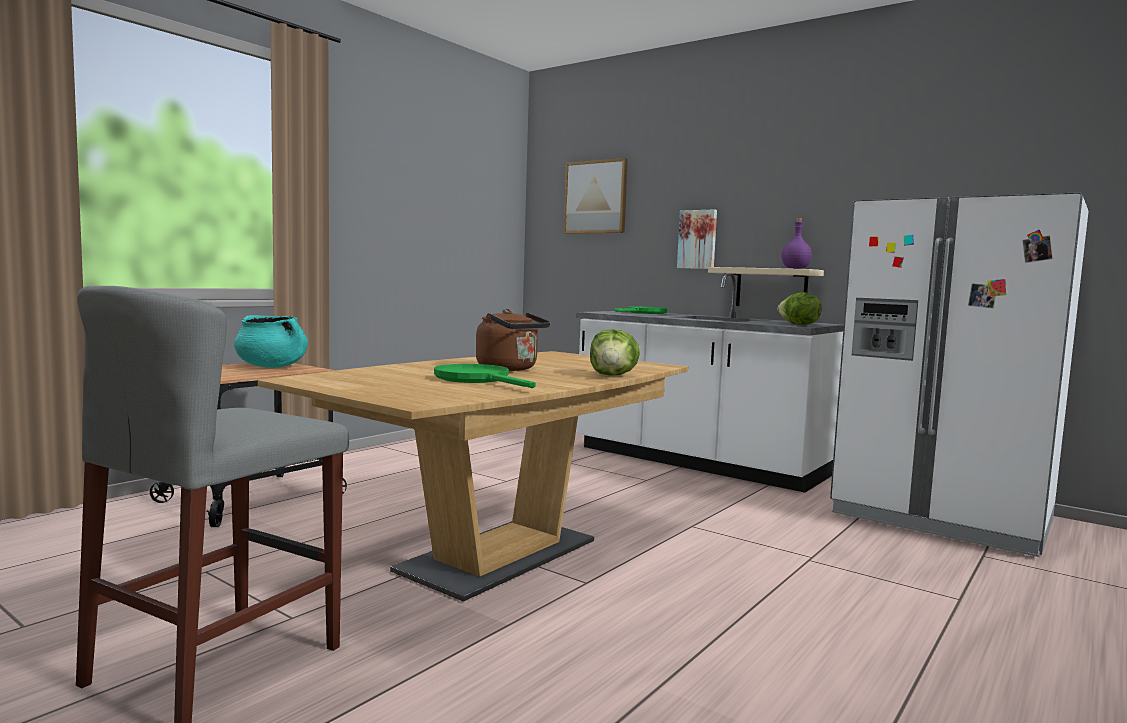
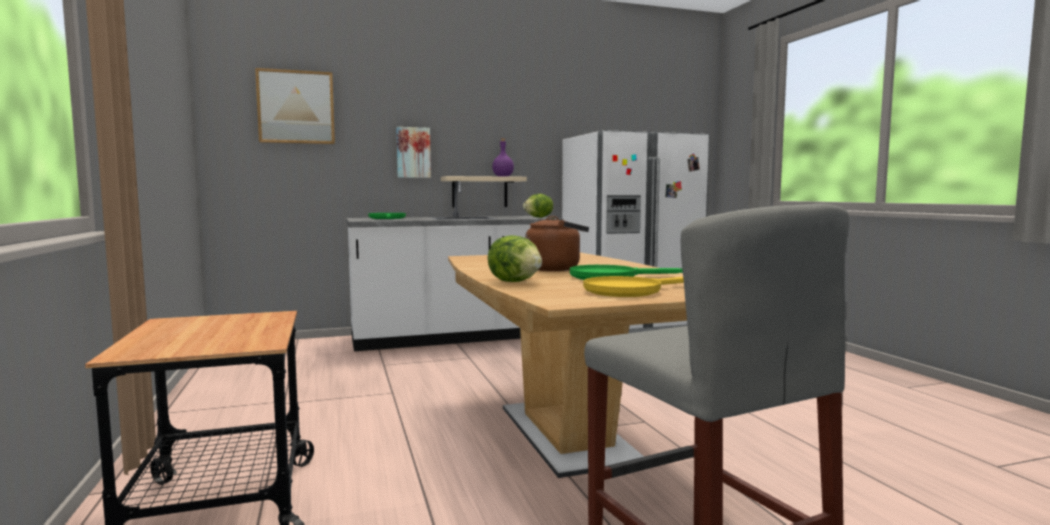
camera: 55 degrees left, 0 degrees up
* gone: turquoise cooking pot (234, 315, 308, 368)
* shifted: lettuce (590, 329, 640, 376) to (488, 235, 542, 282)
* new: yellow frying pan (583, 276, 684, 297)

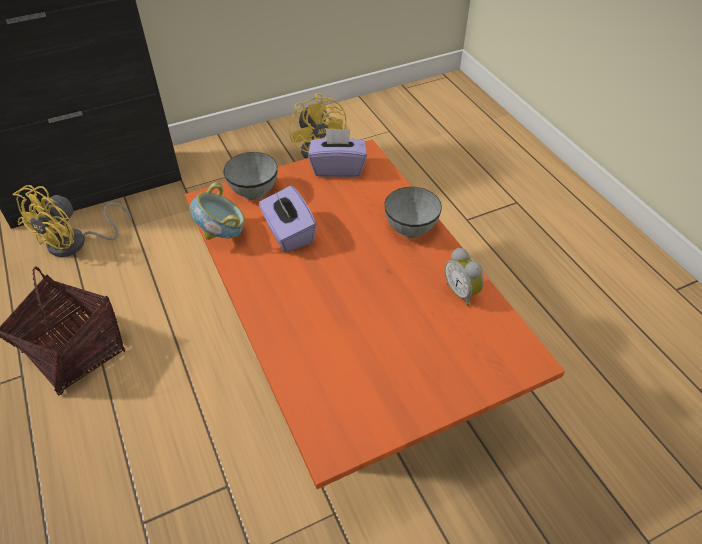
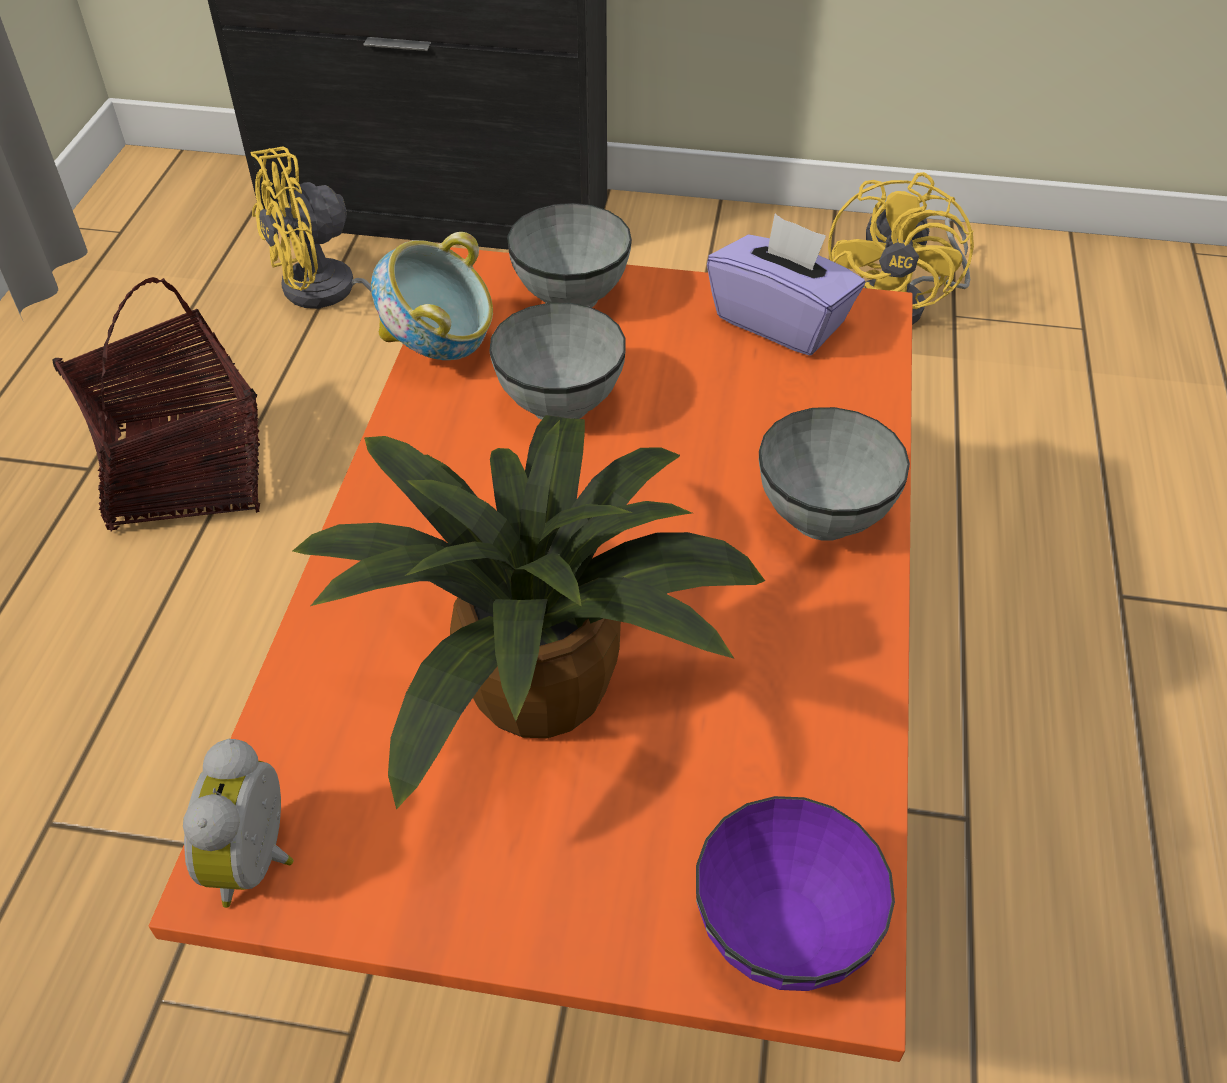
camera: 35 degrees right, 0 degrees up
* swapped: purple tissue box (259, 186, 317, 252) to grey bowl (489, 303, 625, 420)
* shifted: alarm clock (444, 248, 484, 306) to (183, 739, 294, 908)
* new: potted plant (293, 415, 765, 809)
* new: purple bowl (696, 796, 895, 991)

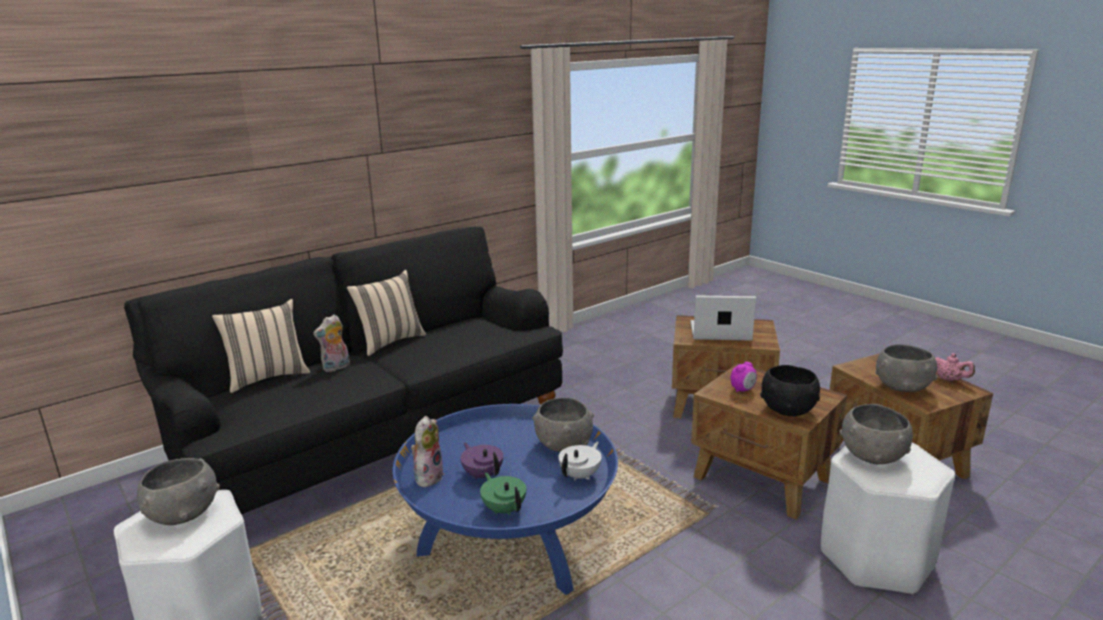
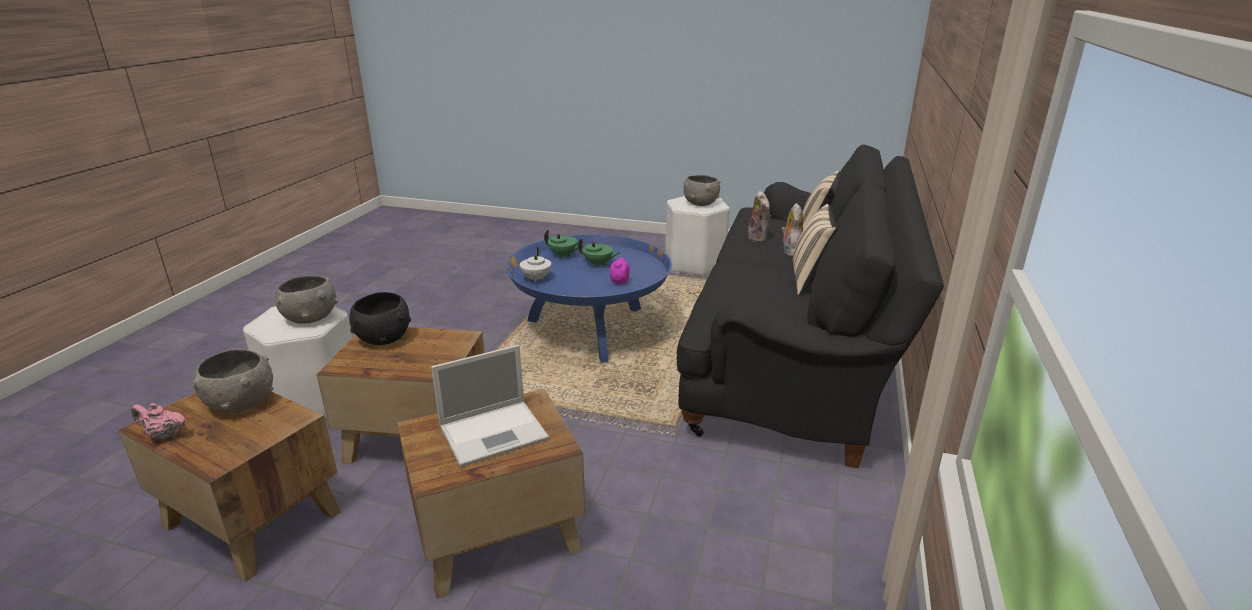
camera: 145 degrees right, 5 degrees up
* shifted: plush toy (411, 416, 444, 487) to (748, 191, 771, 242)
* repainted: purple teapot (460, 442, 503, 479) to green teapot (578, 238, 620, 267)
* gone: grey bowl (532, 398, 594, 452)
* shifted: alarm clock (731, 362, 757, 392) to (610, 258, 630, 286)

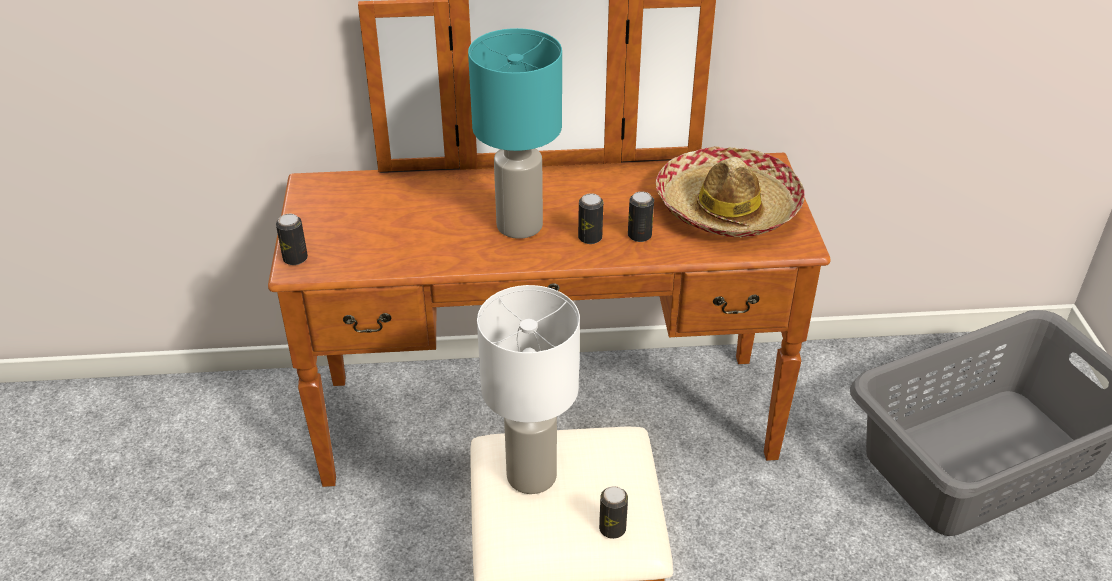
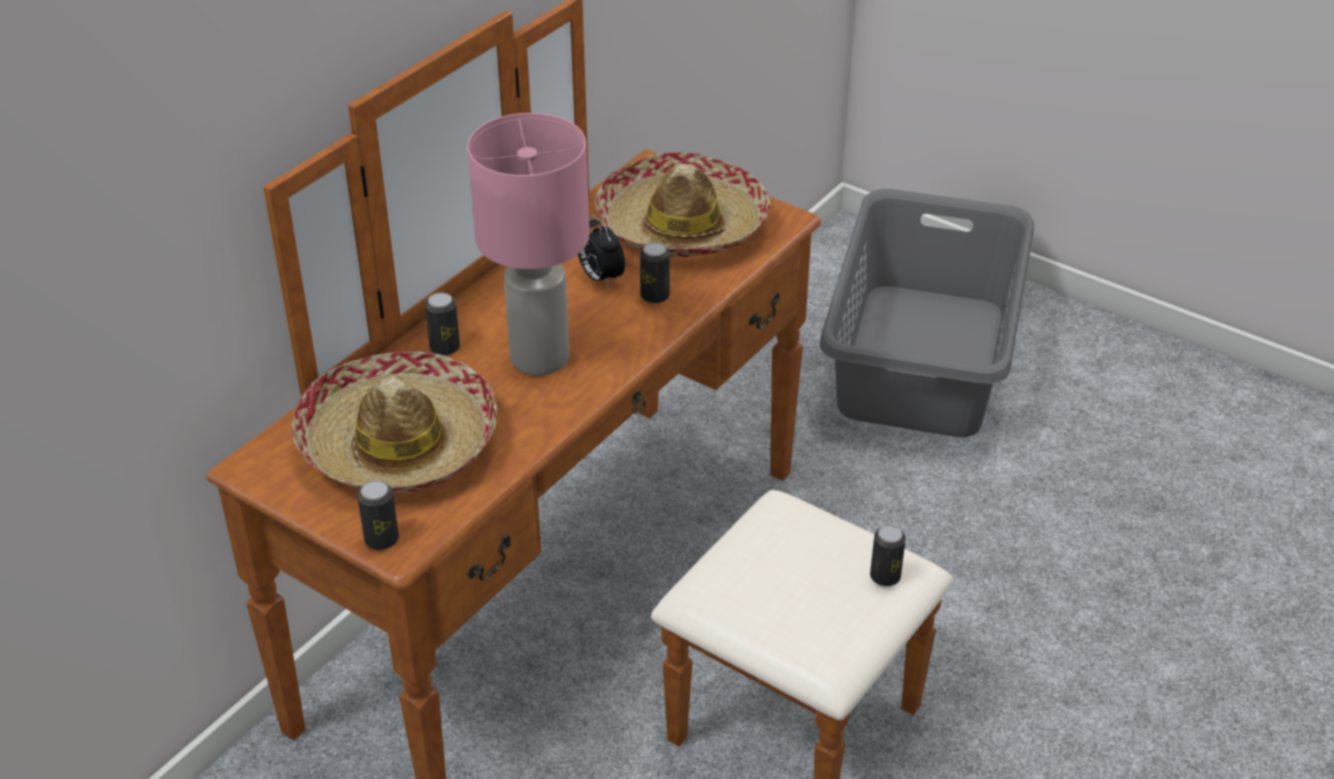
camera: 50 degrees left, 0 degrees up
* repainted: turquoise table lamp (468, 28, 562, 239) to pink table lamp (467, 113, 589, 376)
* gone: white table lamp (477, 285, 580, 494)
* shifted: can (578, 193, 603, 244) to (425, 292, 460, 356)
* new: hat (291, 351, 498, 493)
* new: alarm clock (578, 215, 625, 288)

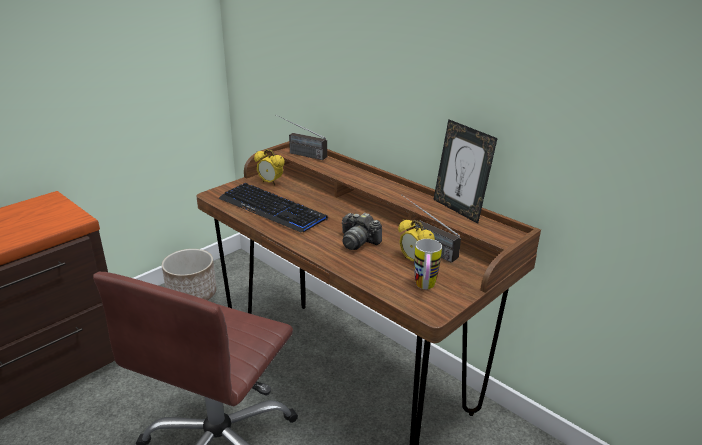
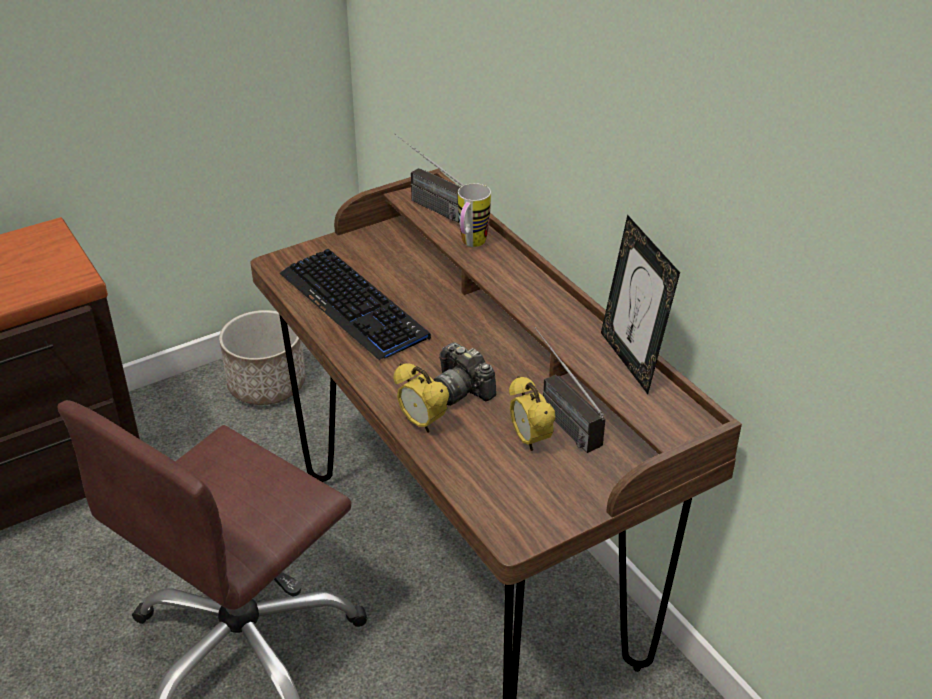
camera: 15 degrees right, 10 degrees up
* shifted: alarm clock (254, 149, 285, 186) to (394, 363, 449, 433)
* shifted: mug (414, 239, 442, 289) to (458, 183, 491, 247)

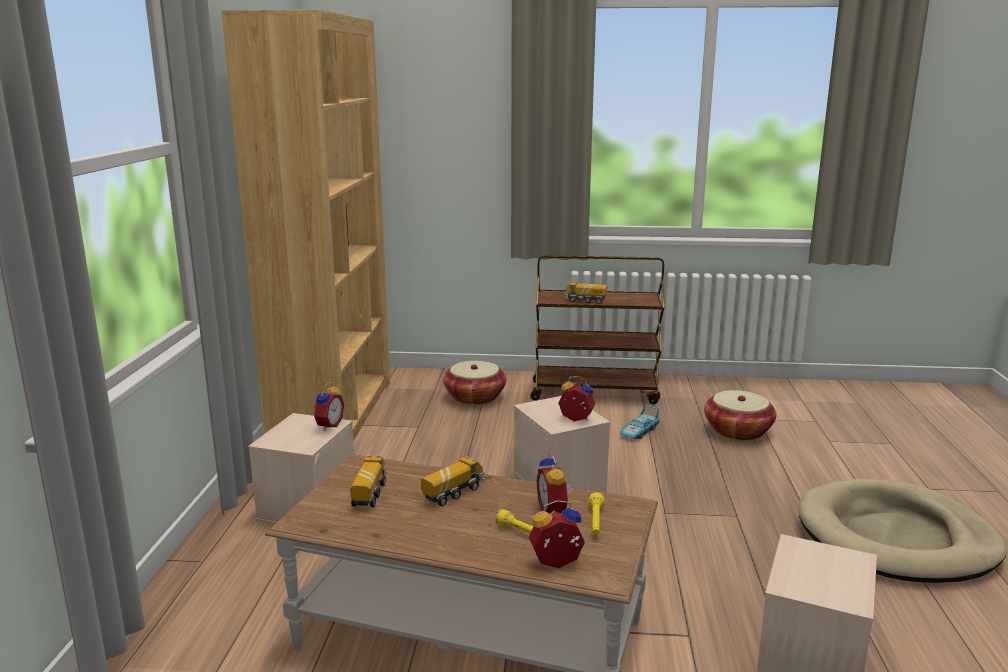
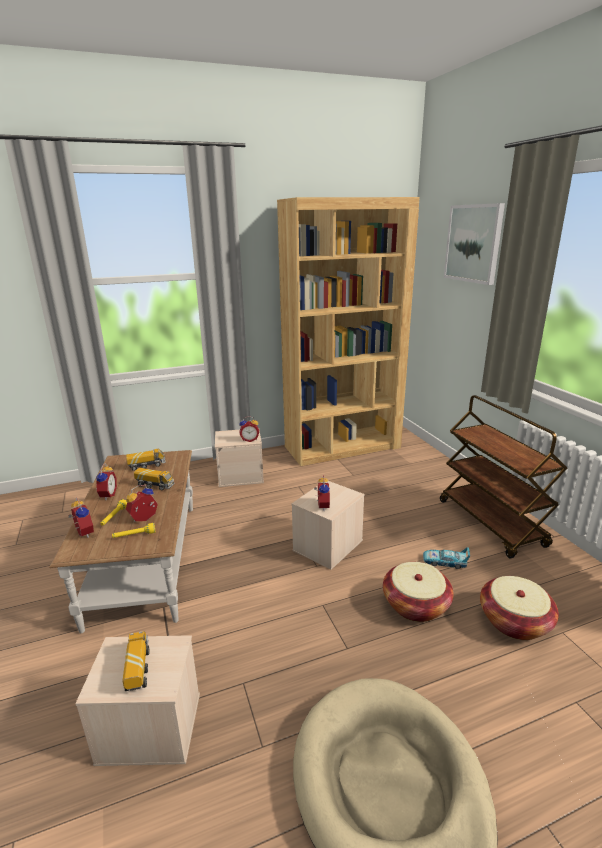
camera: 65 degrees right, 5 degrees up
* shifted: basket (443, 361, 506, 405) to (383, 562, 454, 622)
* shifted: toy truck (564, 282, 607, 304) to (122, 631, 149, 691)
* new: alarm clock (96, 463, 117, 500)
* new: picture (444, 203, 505, 285)

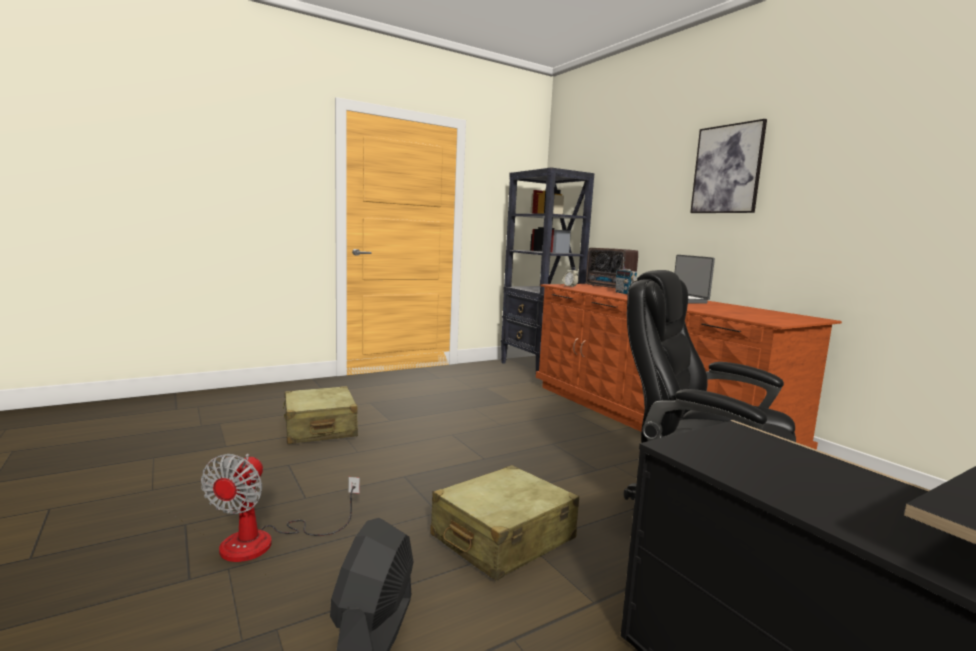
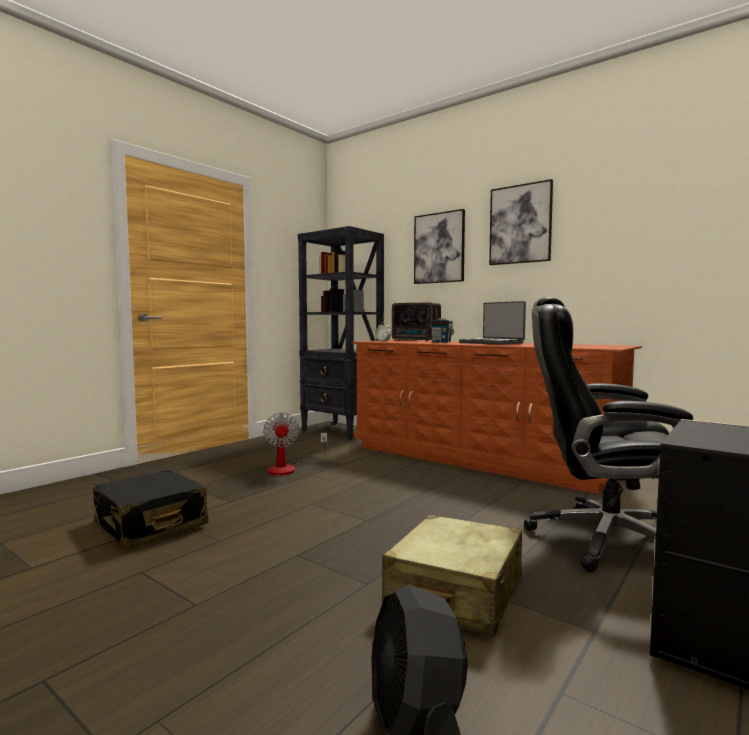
camera: 20 degrees left, 5 degrees down
* shifted: fan (201, 454, 360, 562) to (263, 413, 327, 476)
* repainted: beige suitcase (282, 386, 358, 444) to black suitcase (93, 469, 208, 548)
* new: picture (414, 209, 465, 284)

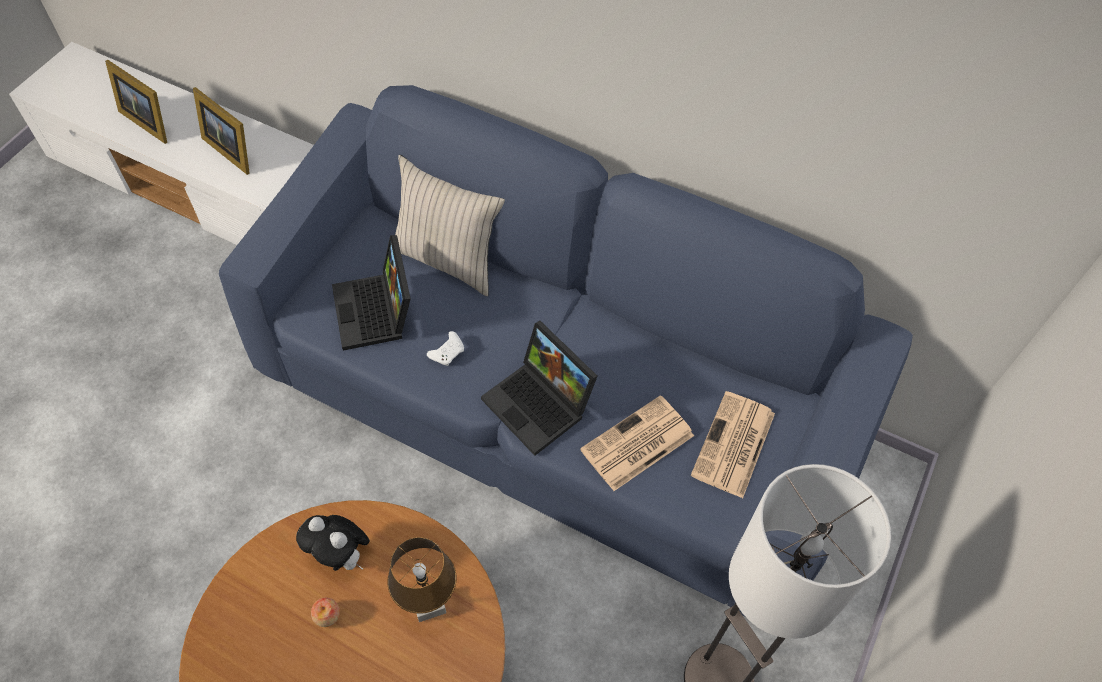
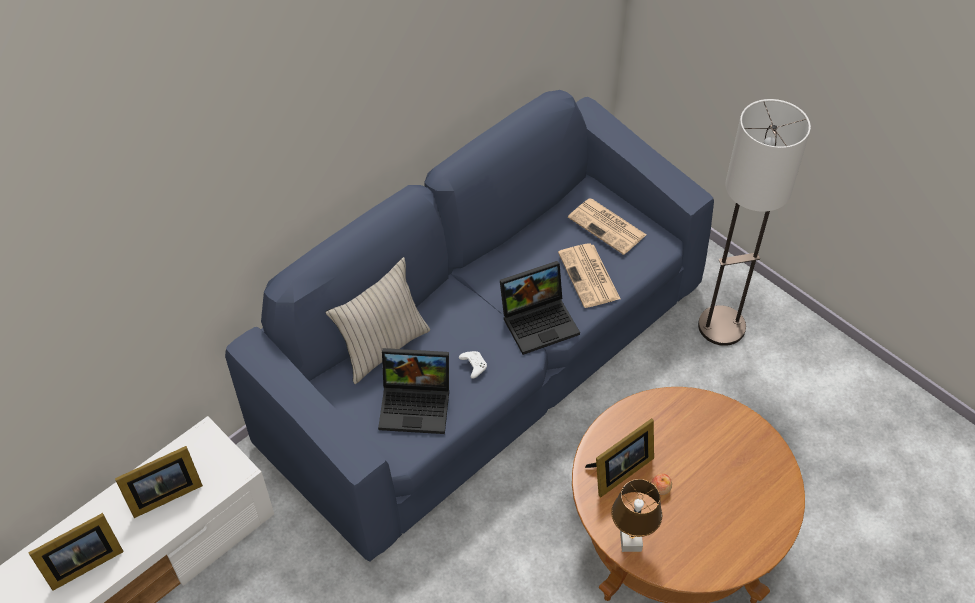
camera: 70 degrees left, 5 degrees down
* swapped: plush toy (296, 515, 370, 571) to picture frame (585, 418, 654, 497)
* shifted: brown table lamp (387, 537, 457, 622) to (611, 479, 662, 552)

